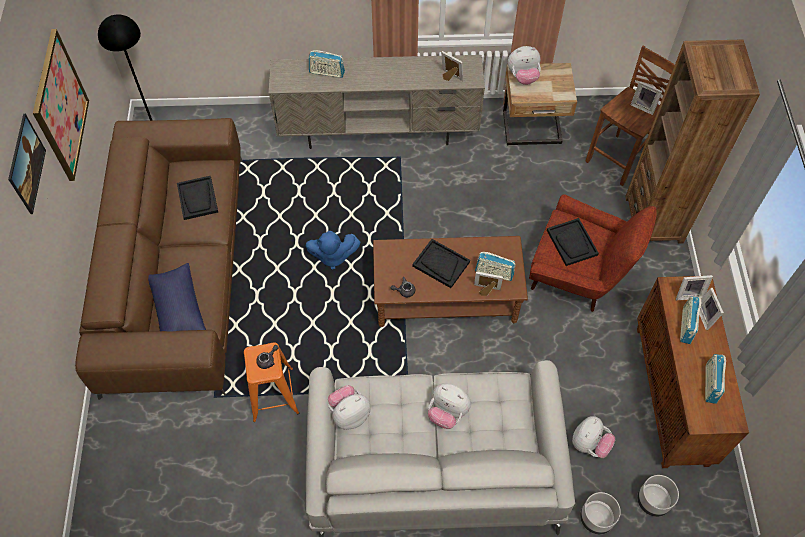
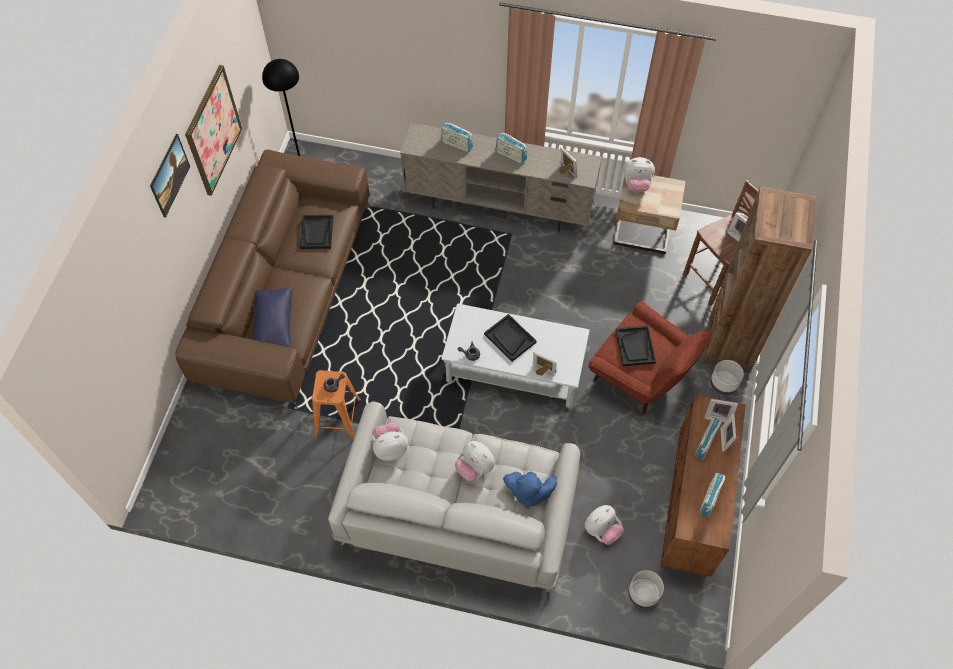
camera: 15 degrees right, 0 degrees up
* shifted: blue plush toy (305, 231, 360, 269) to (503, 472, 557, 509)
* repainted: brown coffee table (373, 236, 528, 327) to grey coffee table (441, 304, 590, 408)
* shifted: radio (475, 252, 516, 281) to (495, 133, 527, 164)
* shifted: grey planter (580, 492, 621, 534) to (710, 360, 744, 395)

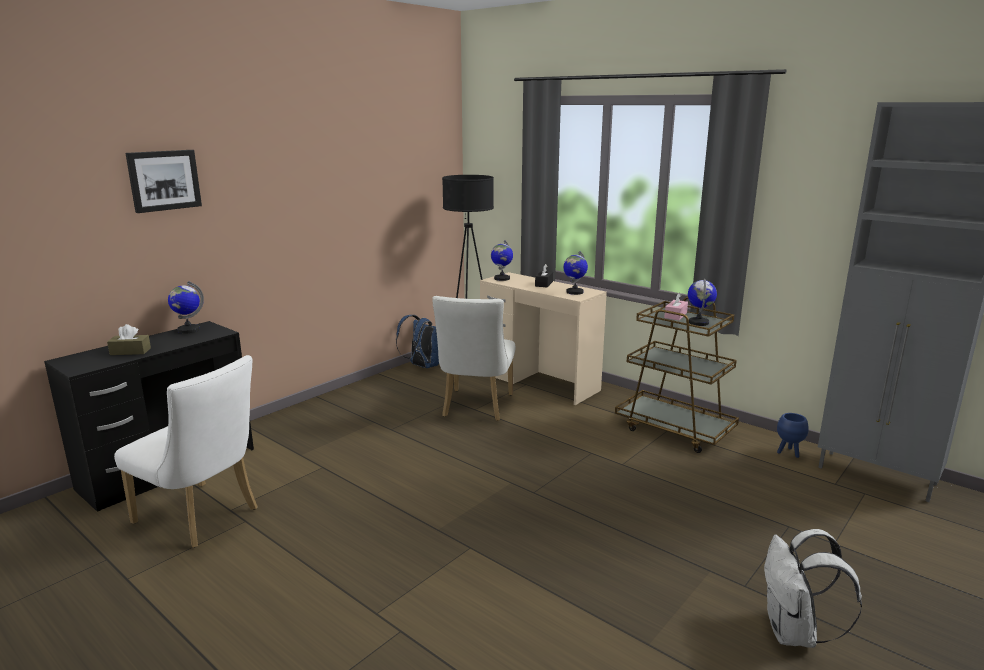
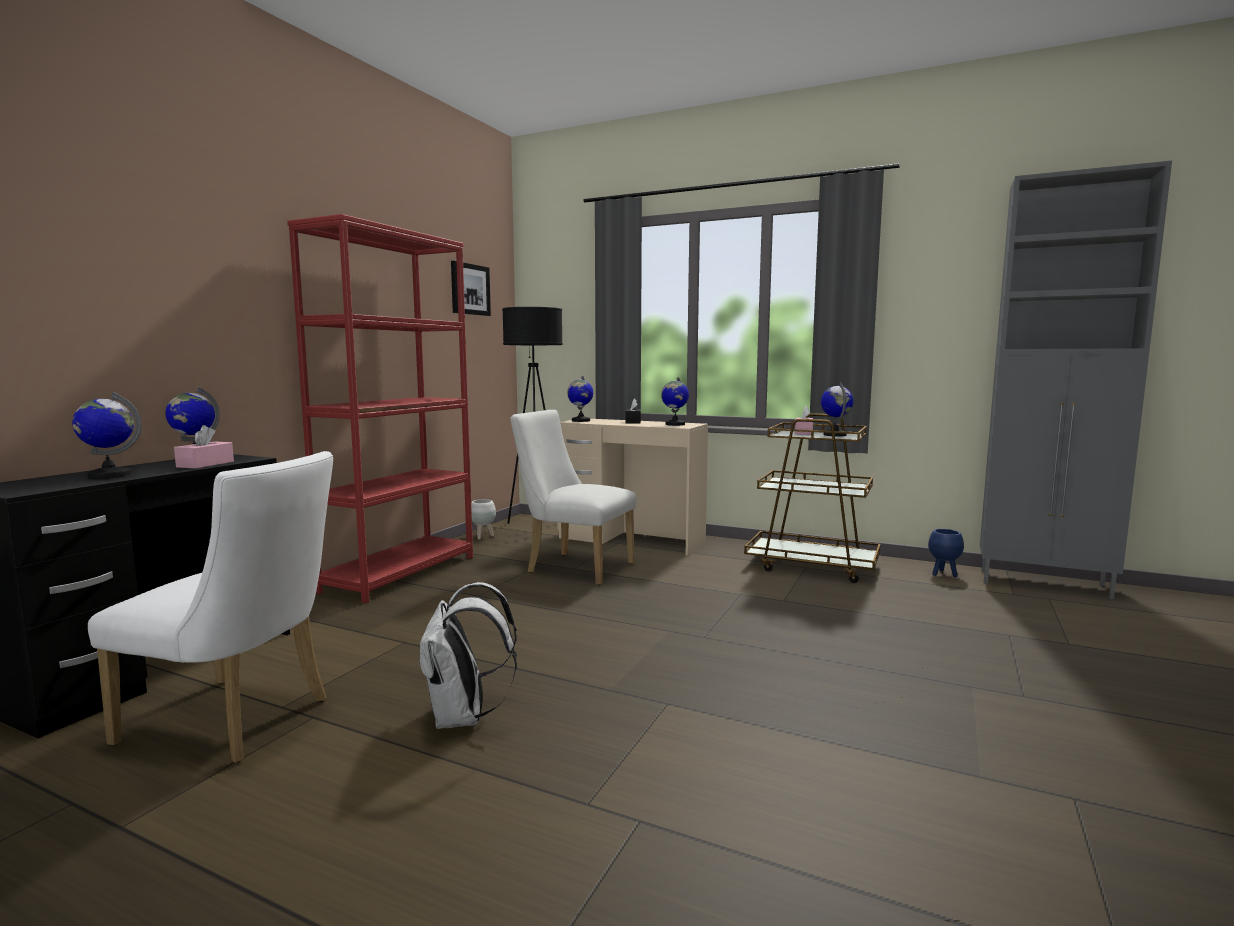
camera: 15 degrees left, 10 degrees down
* swapped: brown tissue box (107, 324, 151, 355) to globe (72, 392, 142, 479)
* shifted: picture (125, 150, 202, 213) to (451, 261, 491, 316)
* swapped: blue backpack (396, 315, 439, 368) to white planter (471, 499, 496, 540)
* rotated: white chair (432, 296, 516, 421) = (511, 410, 636, 585) 120 degrees clockwise
* shifted: white backpack (764, 529, 862, 648) to (419, 582, 517, 729)
* new: pink tissue box (174, 425, 234, 469)
* new: red bookcase (287, 214, 473, 604)

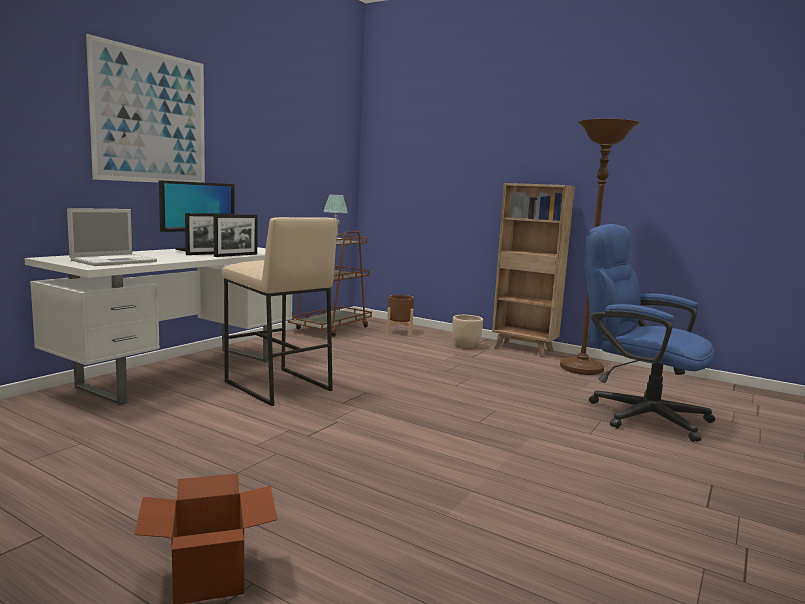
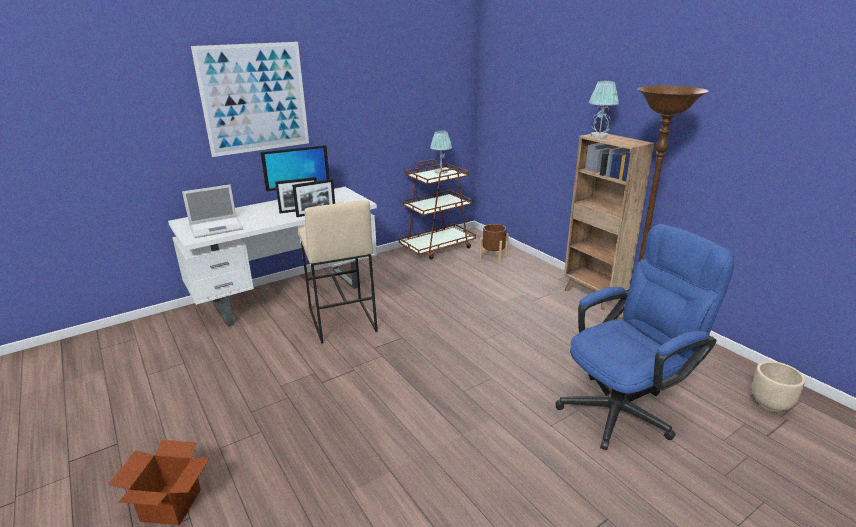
camera: 25 degrees right, 15 degrees up
* shifted: beige planter (452, 315, 483, 348) to (752, 361, 805, 412)
* rotated: blue office chair (584, 224, 715, 442) = (556, 224, 734, 450) 90 degrees clockwise
* new: table lamp (589, 81, 619, 138)

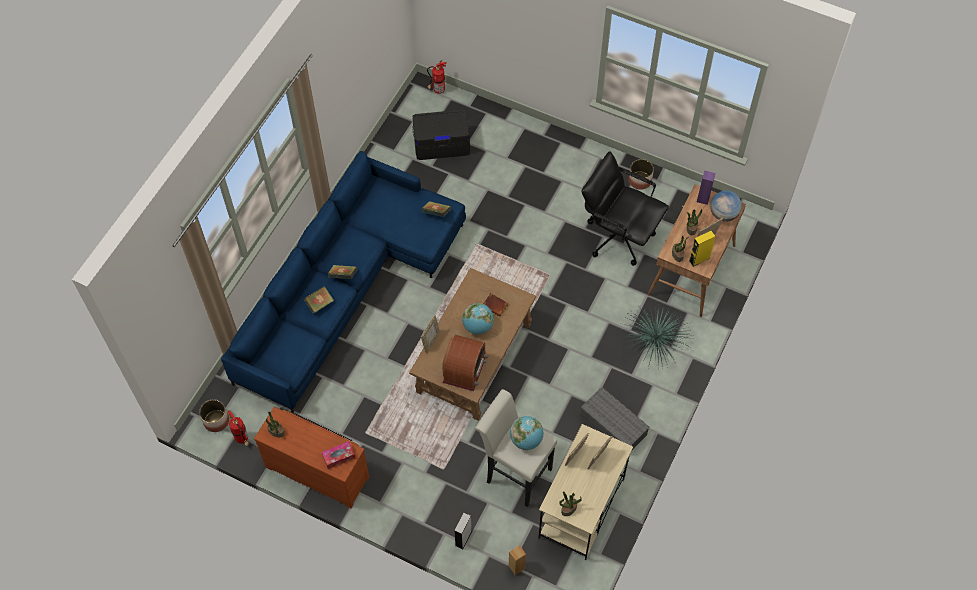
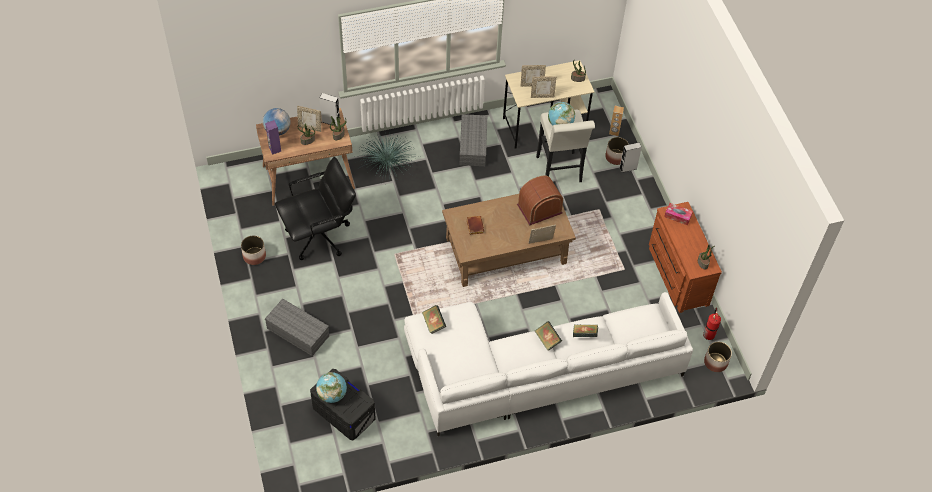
camera: 135 degrees left, 5 degrees down
* repainted: blue sofa (221, 151, 466, 413) to white sofa (404, 292, 693, 436)
* gone: fire extinguisher (427, 60, 447, 94)
* shifted: globe (462, 303, 494, 335) to (316, 372, 347, 403)
* rotated: black office chair (582, 151, 669, 266) = (275, 157, 356, 260) 105 degrees counterclockwise
* repainted: yellow speaker (689, 231, 716, 267) to grey speaker (319, 93, 340, 126)
* new: grey storage box (265, 298, 329, 356)
* new: planter (605, 137, 629, 165)

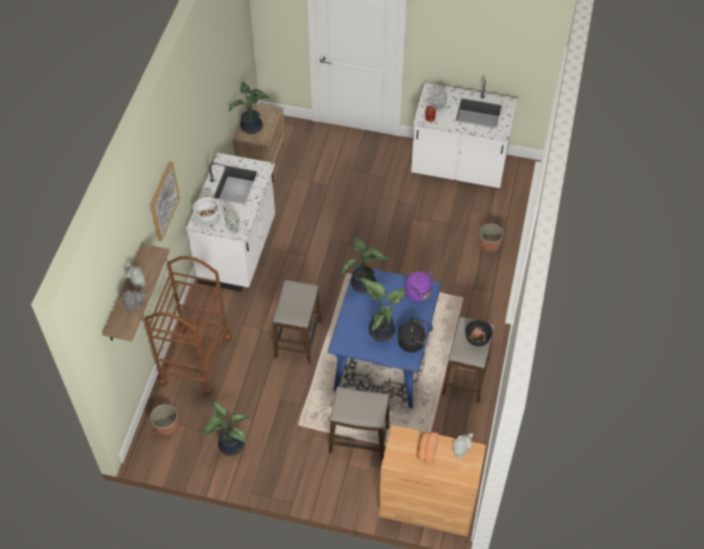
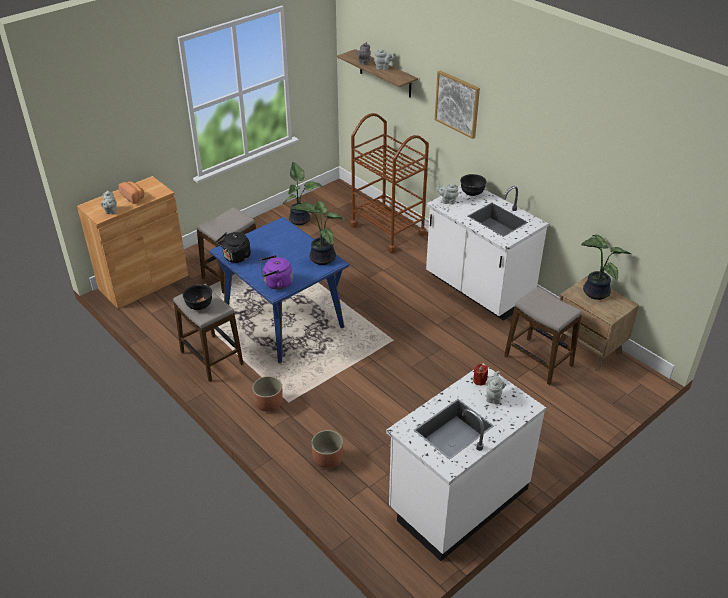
camera: 125 degrees right, 15 degrees down
* shifted: planter (150, 404, 179, 437) to (252, 376, 283, 412)
* repainted: white bowl (193, 197, 219, 222) to black bowl (460, 174, 486, 196)
* shifted: stool (273, 280, 322, 364) to (504, 287, 582, 385)
* gone: potted plant (359, 278, 407, 341)

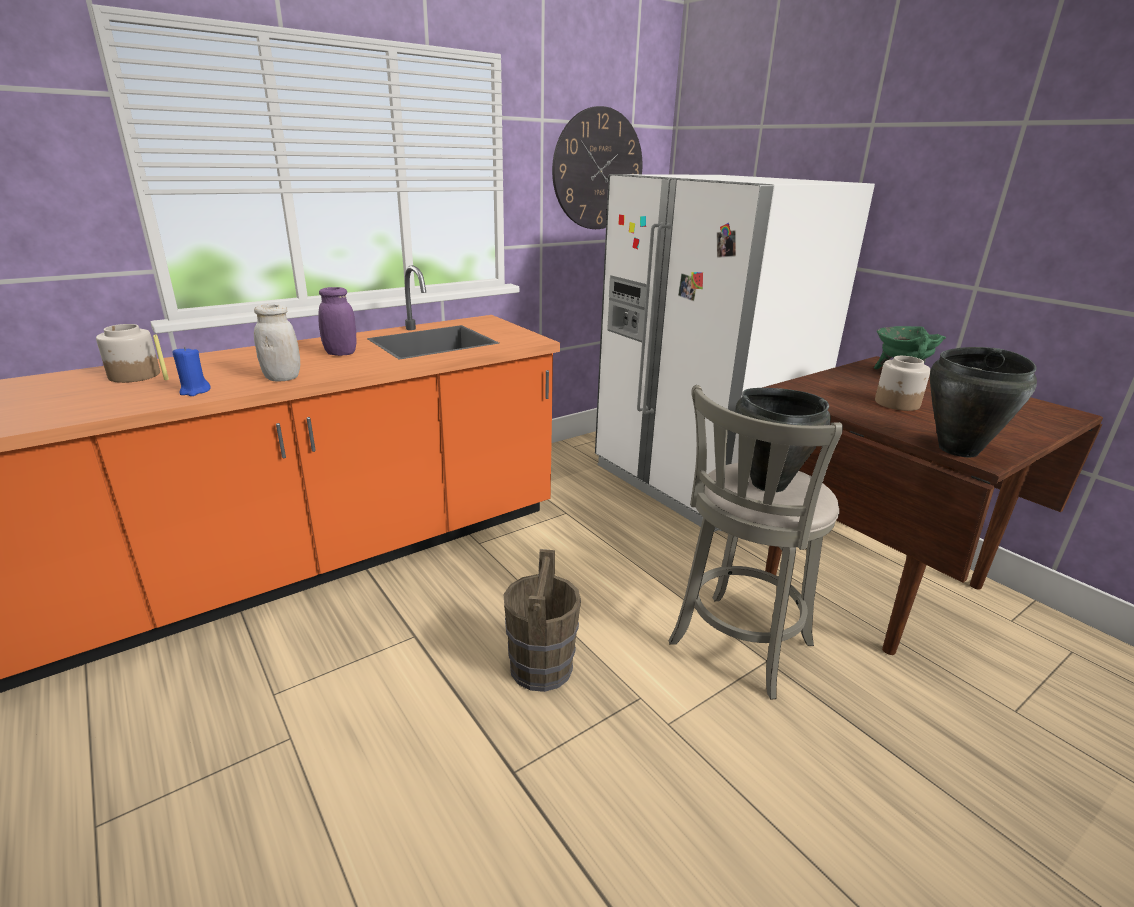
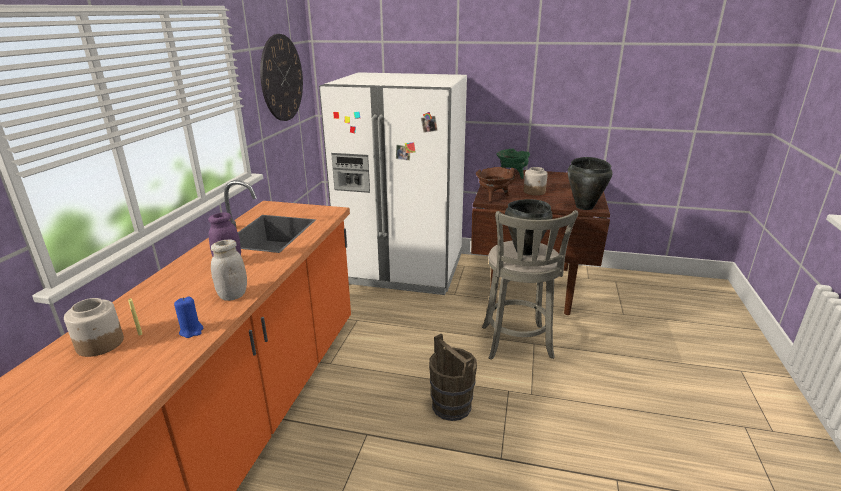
camera: 40 degrees left, 0 degrees up
* new: brown cooking pot (476, 167, 516, 202)

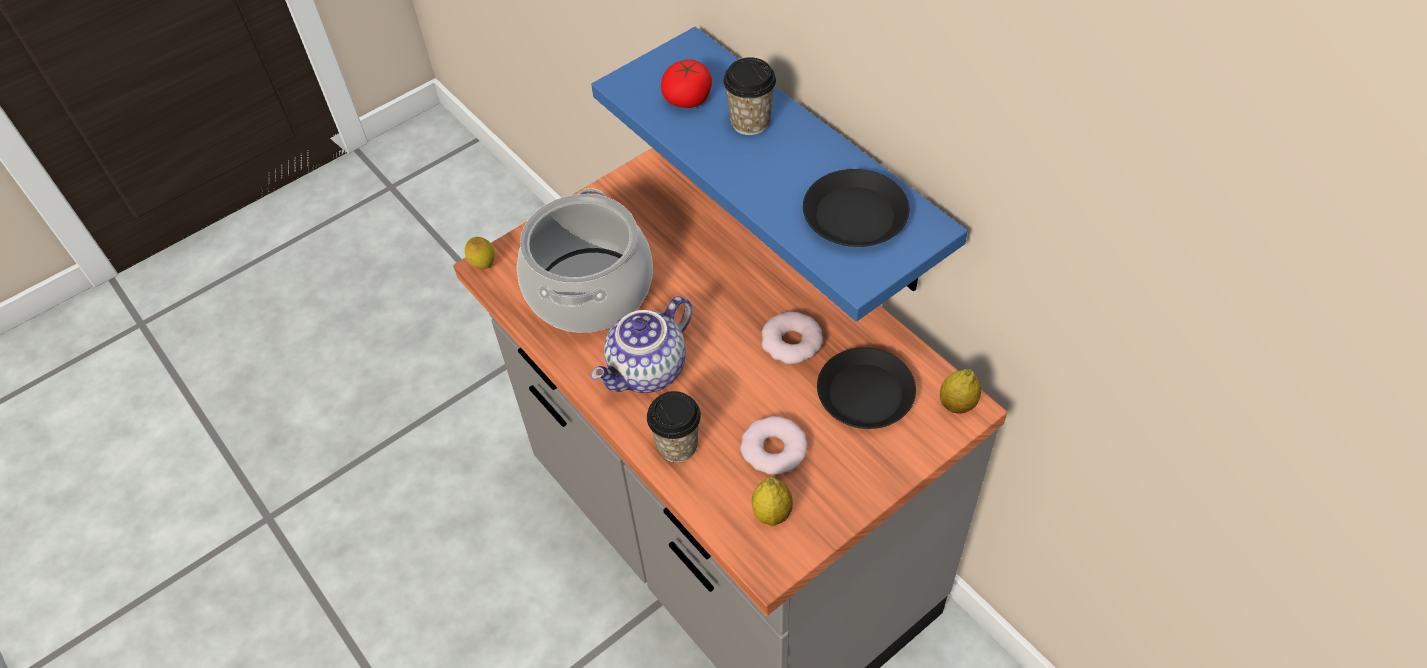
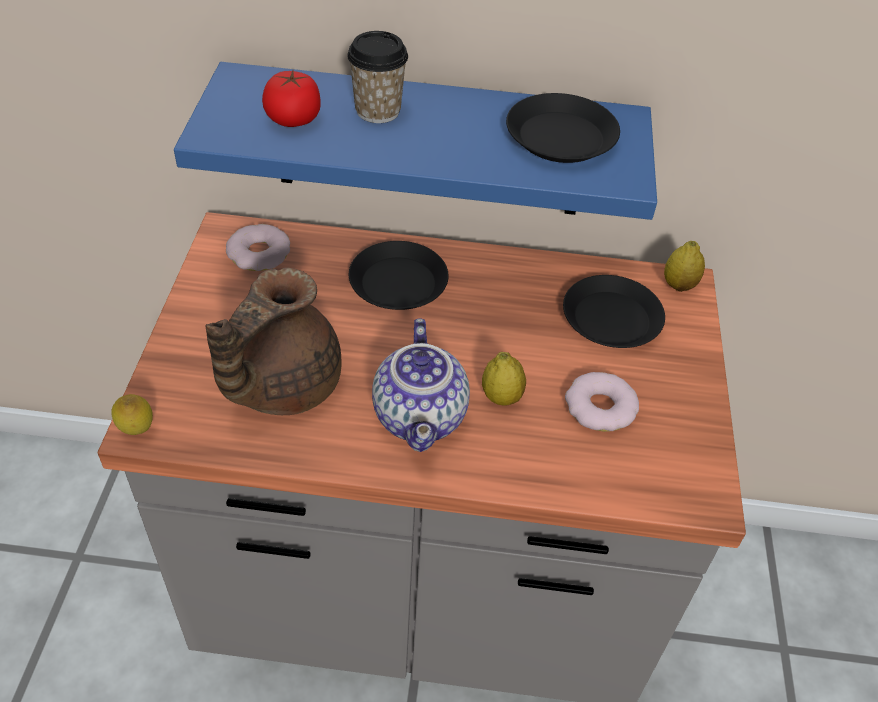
camera: 50 degrees left, 5 degrees down
* swapped: cooking pot (517, 188, 653, 333) to brown teapot (205, 268, 341, 415)
* gone: cup (647, 391, 701, 463)
* shifted: lemon (752, 477, 793, 526) to (482, 352, 526, 406)
* shifted: donut (762, 311, 823, 364) to (226, 224, 290, 271)
* new: black plate (349, 241, 449, 310)

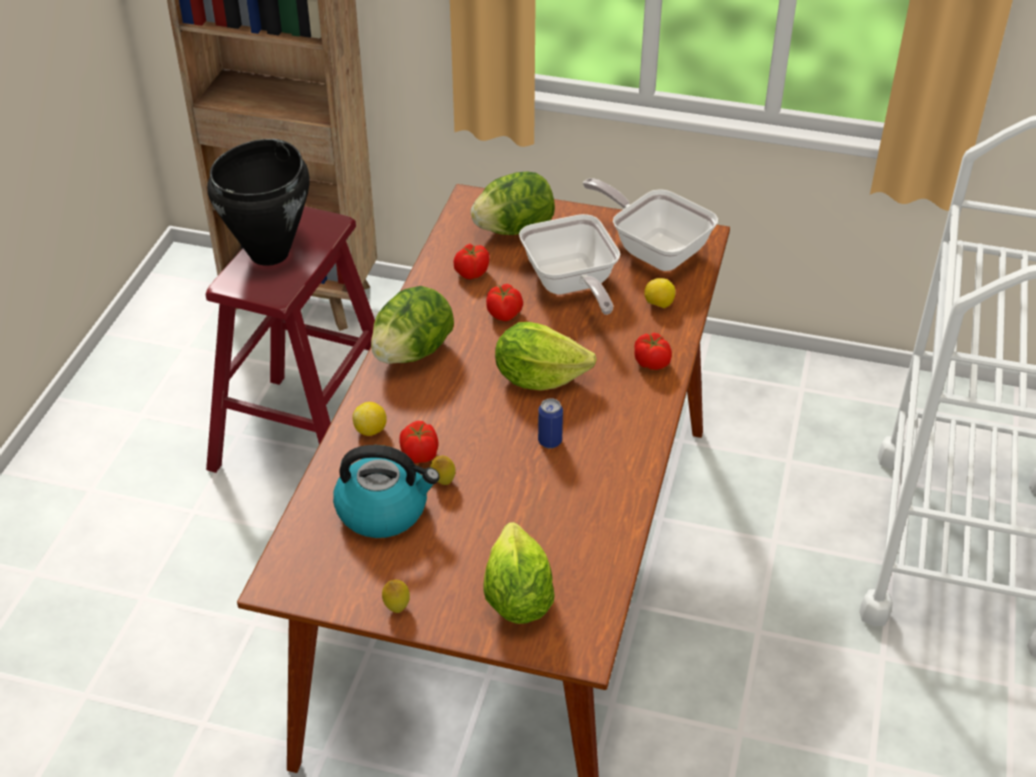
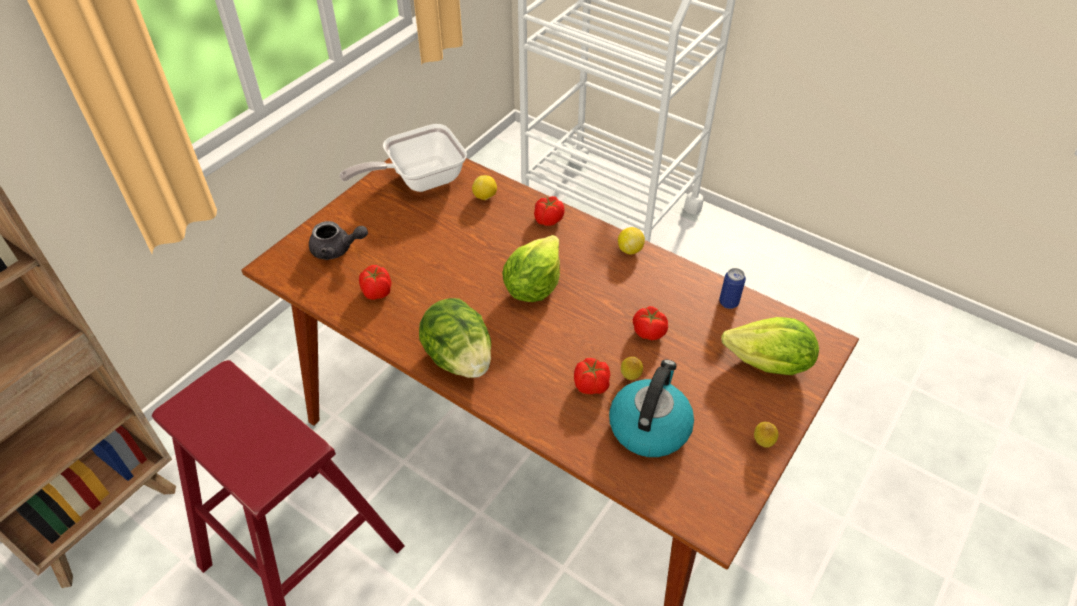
camera: 70 degrees left, 5 degrees up
* gone: black cooking pot (207, 139, 310, 266)
* shifted: lemon (352, 402, 387, 436) to (618, 227, 645, 254)
* swapped: lettuce (471, 171, 555, 235) to grey teapot (309, 221, 368, 260)
* shifted: tomato (486, 284, 523, 321) to (633, 306, 668, 340)
* gone: frying pan (519, 214, 620, 315)
* shifted: can (538, 398, 563, 448) to (719, 268, 746, 309)

